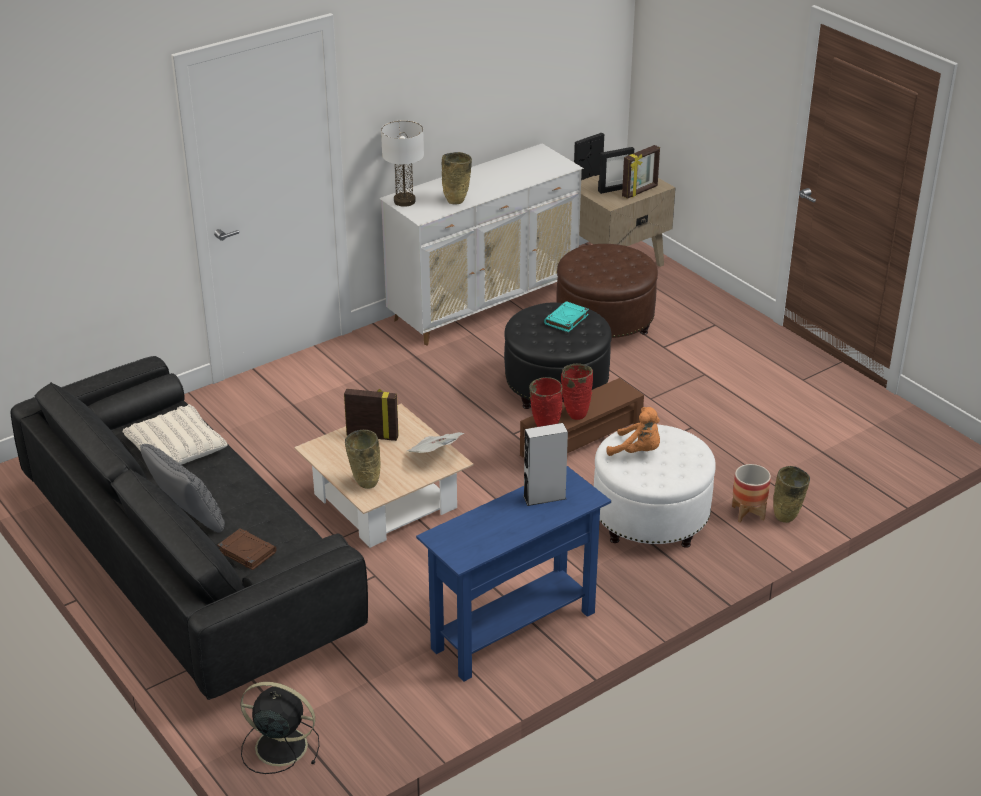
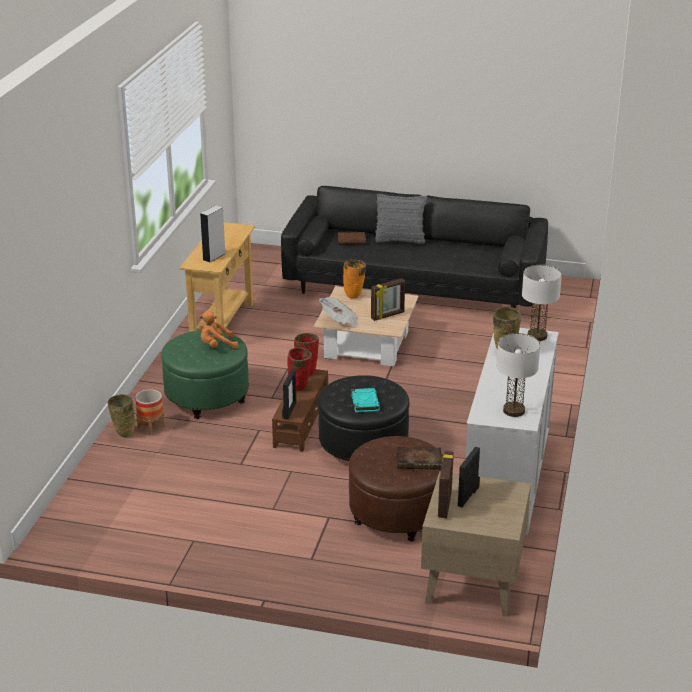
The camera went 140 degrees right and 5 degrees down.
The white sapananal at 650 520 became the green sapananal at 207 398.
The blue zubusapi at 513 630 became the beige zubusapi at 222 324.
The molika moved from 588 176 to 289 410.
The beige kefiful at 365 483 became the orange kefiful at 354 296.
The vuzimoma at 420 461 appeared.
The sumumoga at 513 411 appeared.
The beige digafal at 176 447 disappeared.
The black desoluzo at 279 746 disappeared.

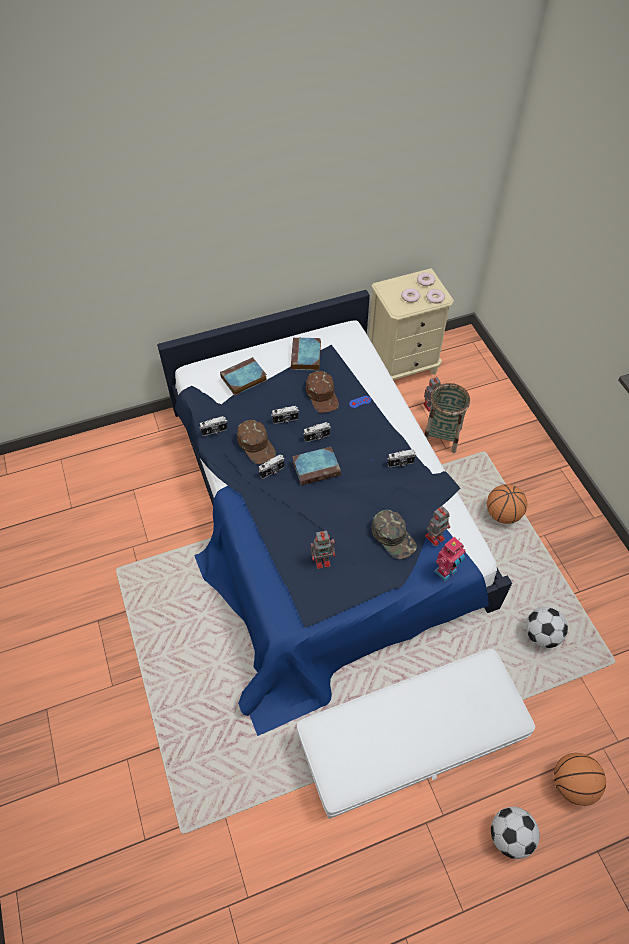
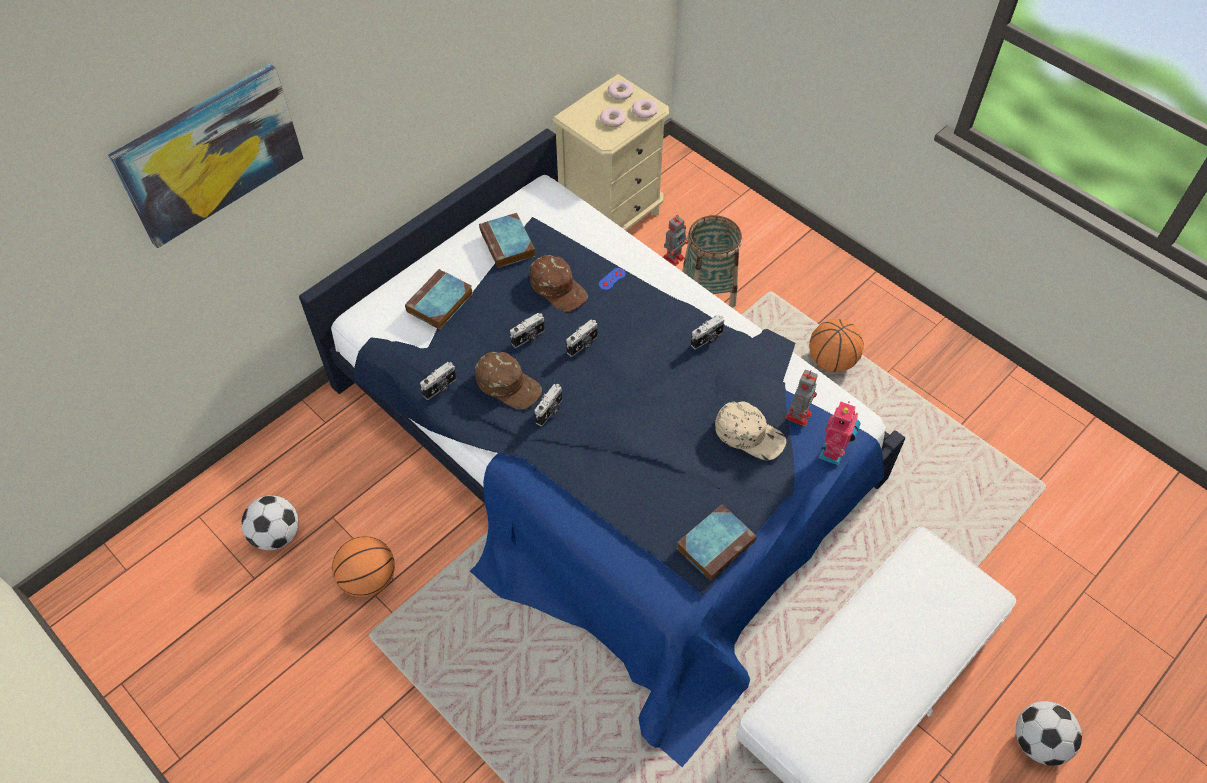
The camera went 25 degrees left and 0 degrees up.
The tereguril at 210 154 appeared.
The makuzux moved from 541 634 to 276 535.
The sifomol moved from 572 784 to 368 579.
The vuzimoma moved from 317 467 to 716 543.
The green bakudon at 393 536 became the beige bakudon at 750 434.
The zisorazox at 323 560 disappeared.

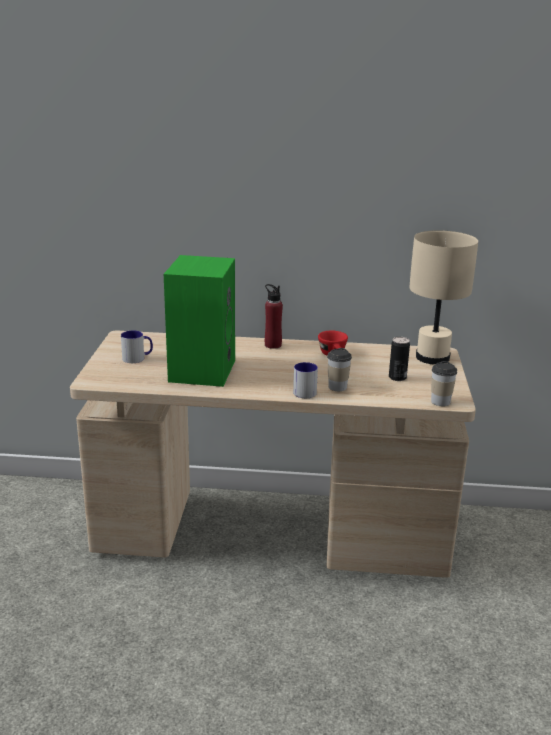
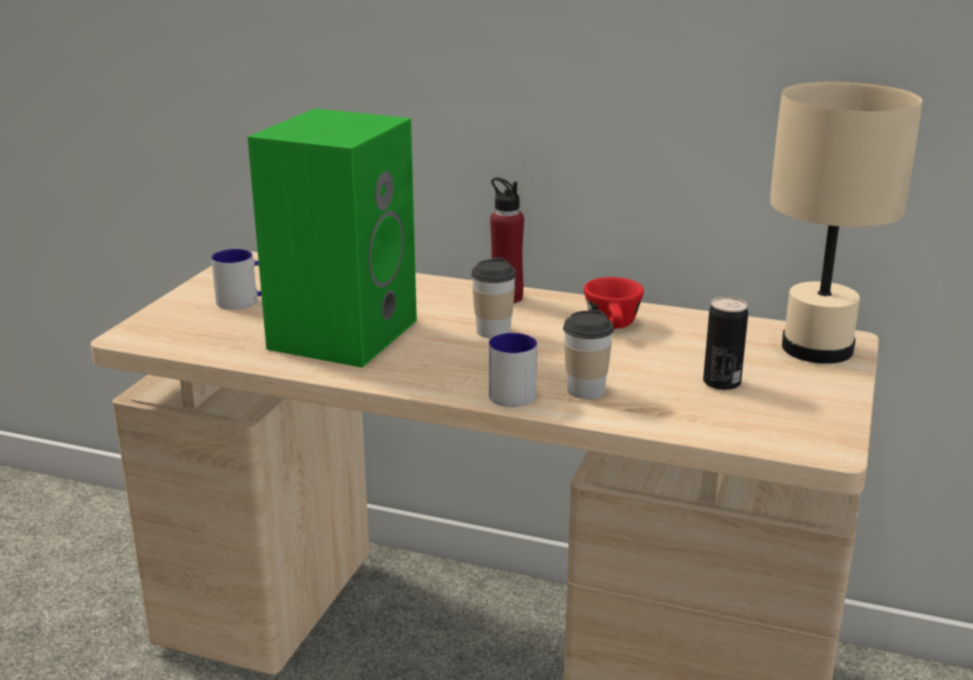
The camera went 15 degrees right and 0 degrees up.
The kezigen moved from 440 402 to 493 331.

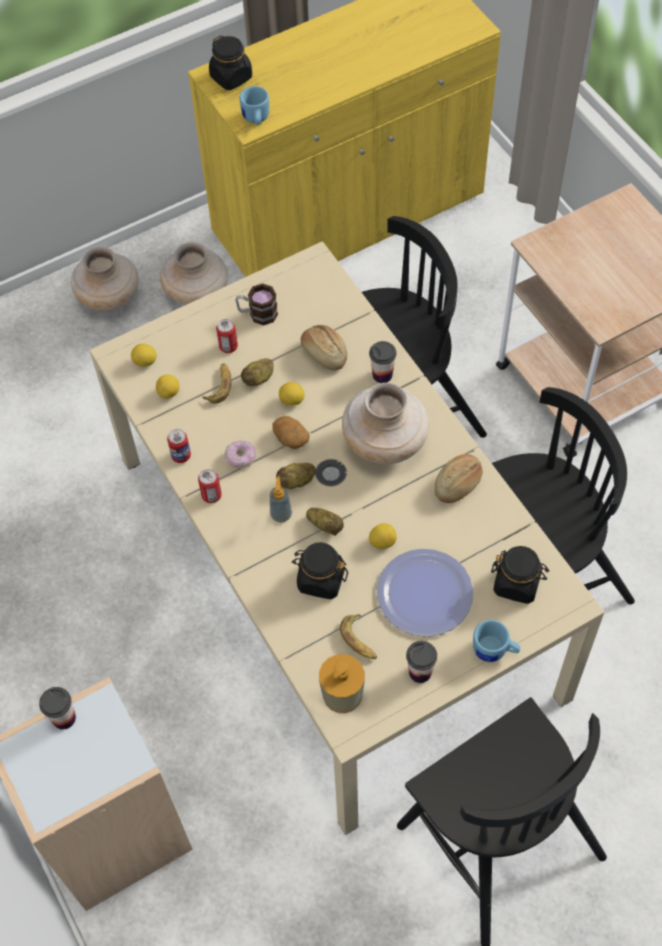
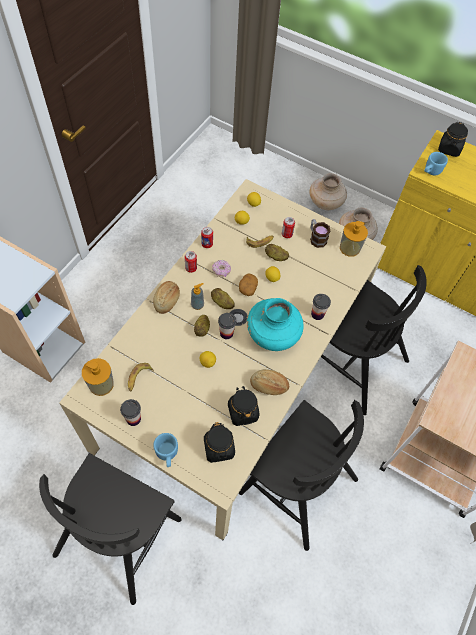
The camera went 55 degrees right and 0 degrees up.
The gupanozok moved from 324 353 to 167 300.
The kezigen moved from 64 718 to 226 333.
The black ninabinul moved from 320 580 to 242 412.
The beige kefiful at 385 443 became the turquoise kefiful at 273 335.
The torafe at 349 248 appeared.
The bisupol at 425 593 disappeared.

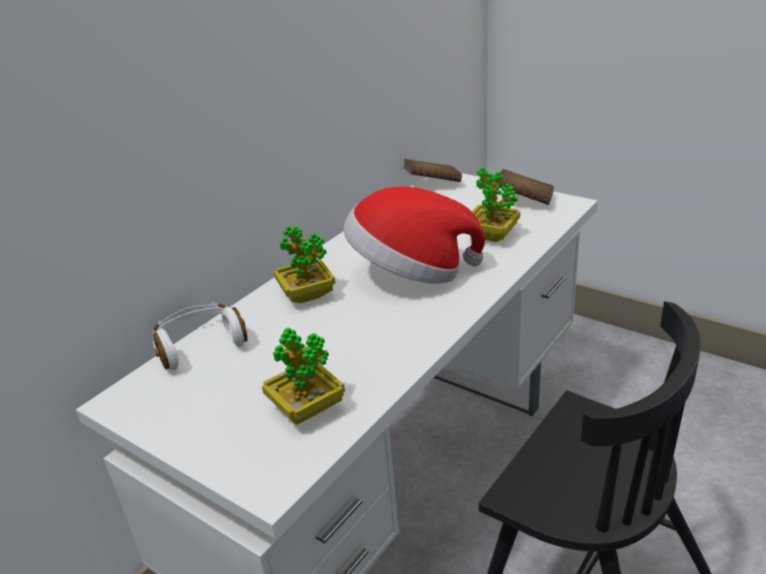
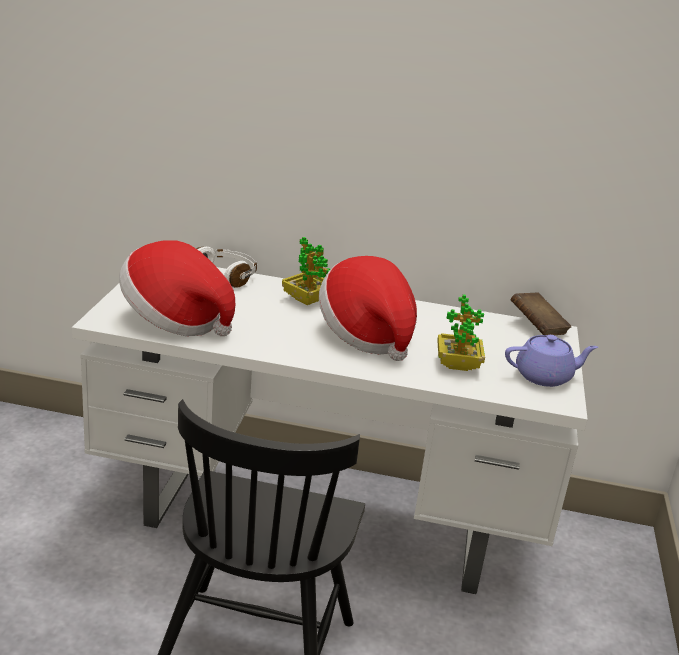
The camera went 60 degrees right and 5 degrees down.
The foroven at 306 409 was replaced by the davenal at 175 320.
The brown vuzimoma at 524 201 was replaced by the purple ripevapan at 544 376.

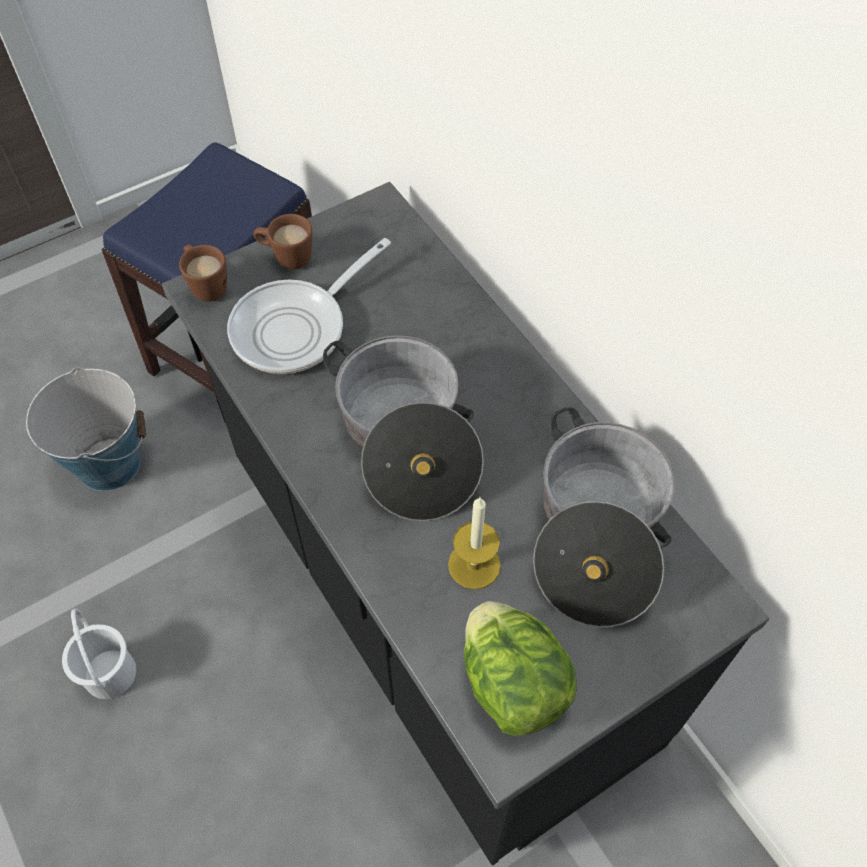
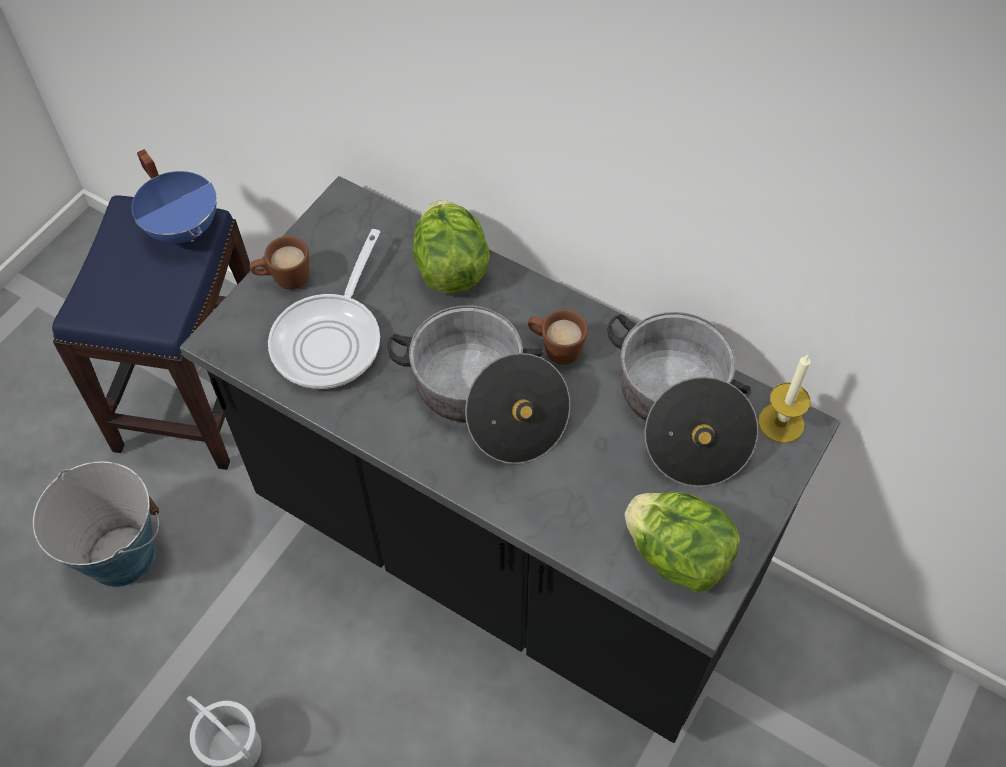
The camera went 25 degrees left and 0 degrees up.
The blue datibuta at 184 228 appeared.
The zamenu at 450 268 appeared.
The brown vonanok moved from 206 285 to 555 348.
The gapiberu moved from 474 565 to 781 423.

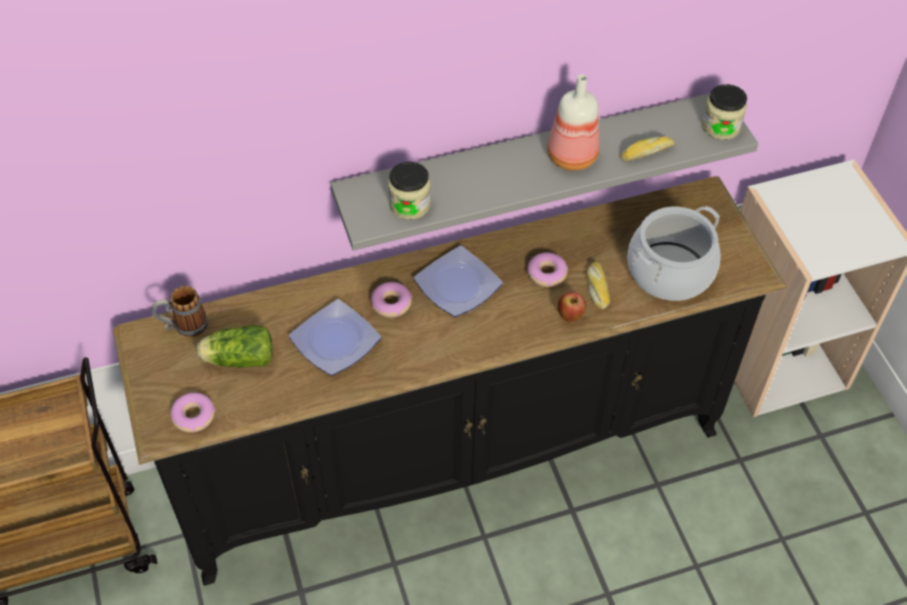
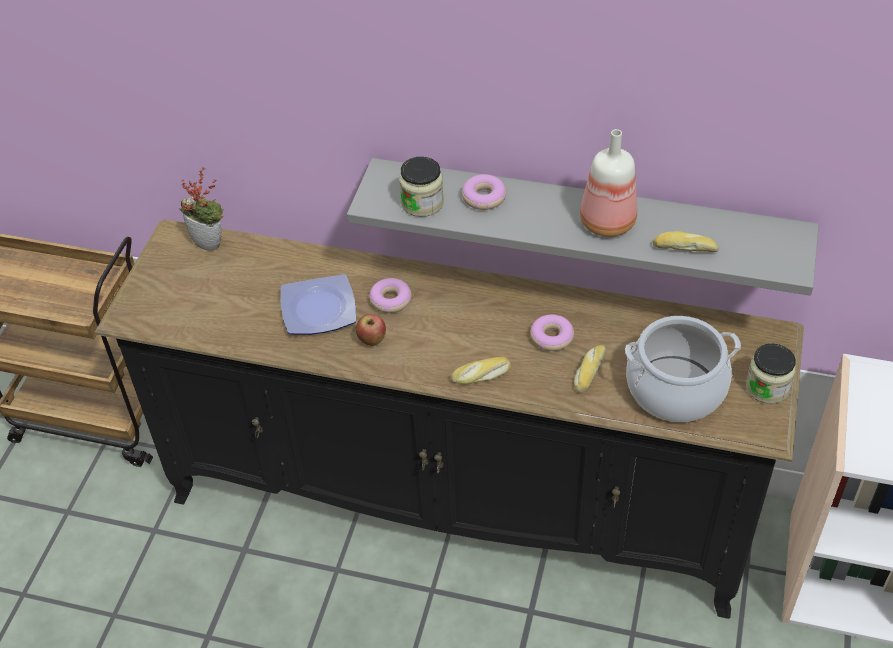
The camera went 35 degrees right and 5 degrees down.
The vonanok at 184 326 was replaced by the foroven at 211 242.
The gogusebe moved from 570 316 to 372 341.
The gupanozok at 481 376 appeared.
The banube moved from 193 416 to 484 197.
The ninabinul moved from 720 126 to 767 387.
The zamenu at 237 358 disappeared.
The bisupol at 458 284 disappeared.

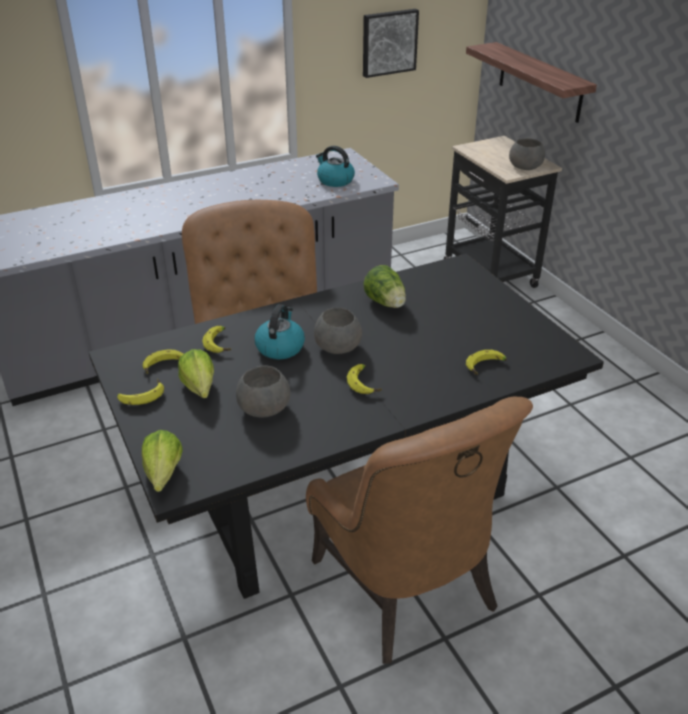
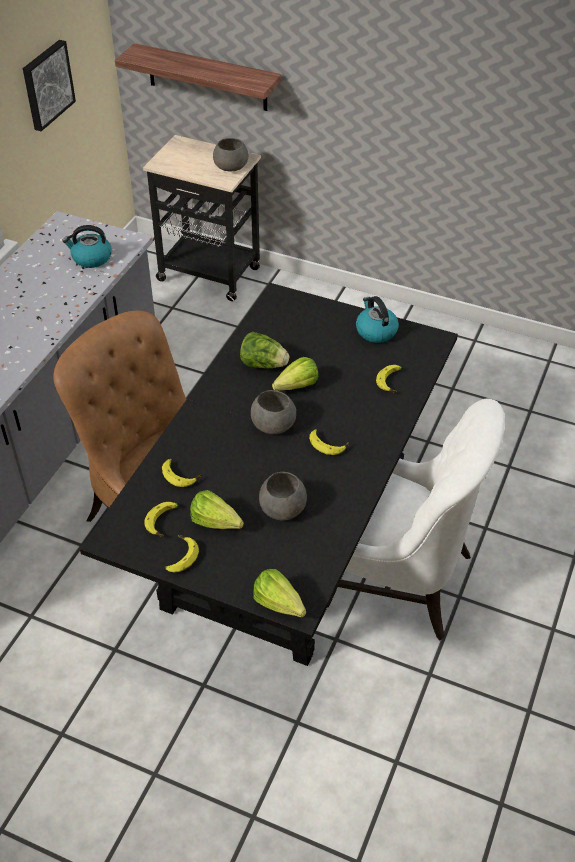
The camera went 40 degrees left and 10 degrees up.
The zamenu at 293 387 appeared.
The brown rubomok at 406 585 became the white rubomok at 402 578.
The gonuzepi moved from 280 347 to 375 331.

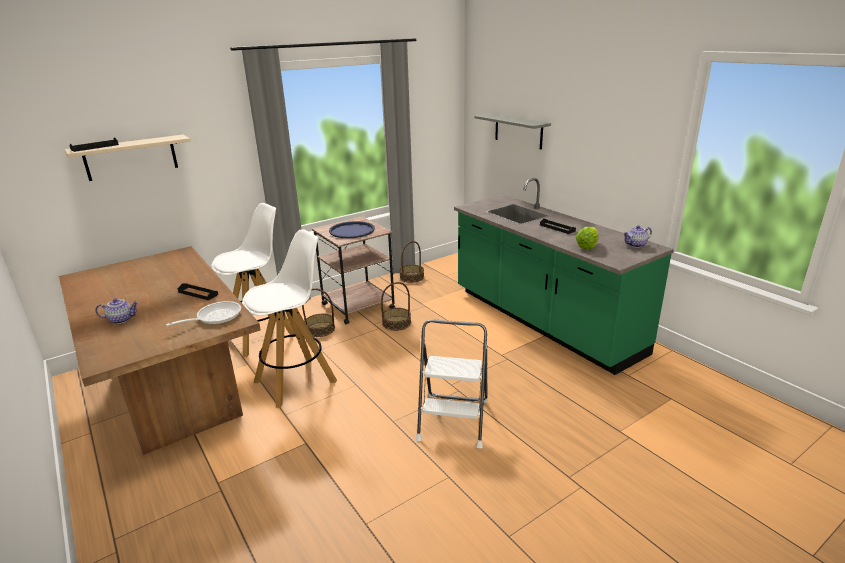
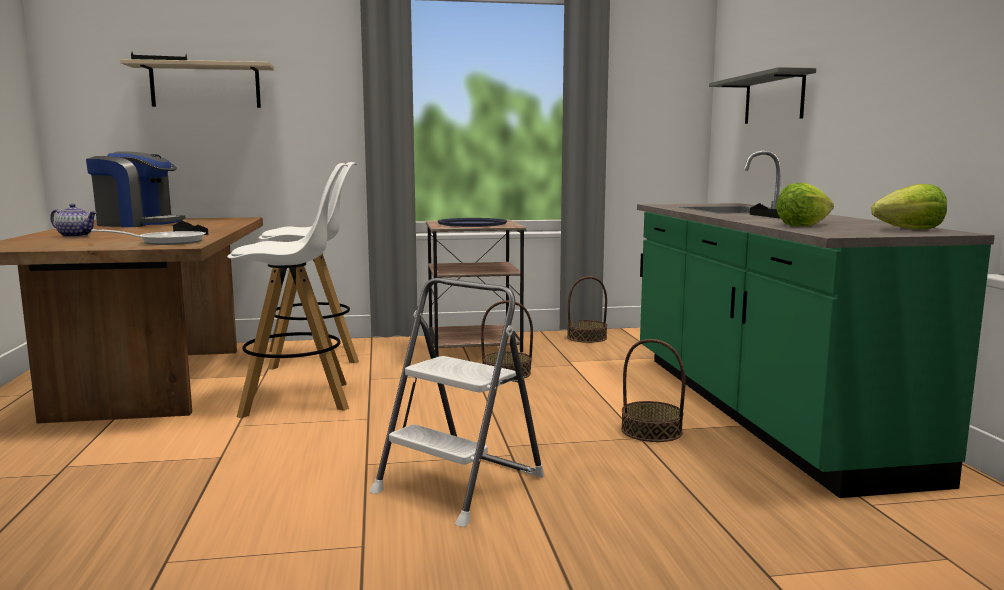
The camera went 25 degrees right and 15 degrees down.
The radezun at 138 224 appeared.
The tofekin moved from 320 329 to 651 431.
The ripevapan at 636 245 was replaced by the zamenu at 910 229.

